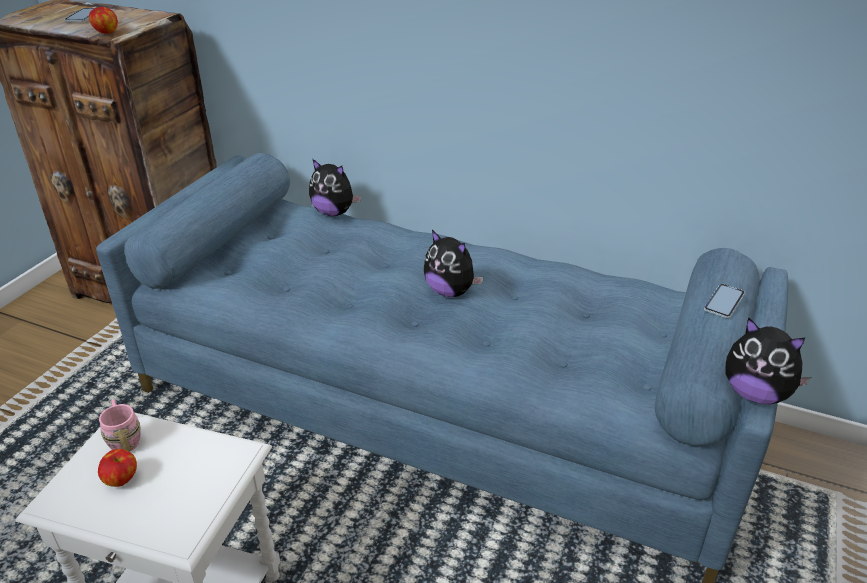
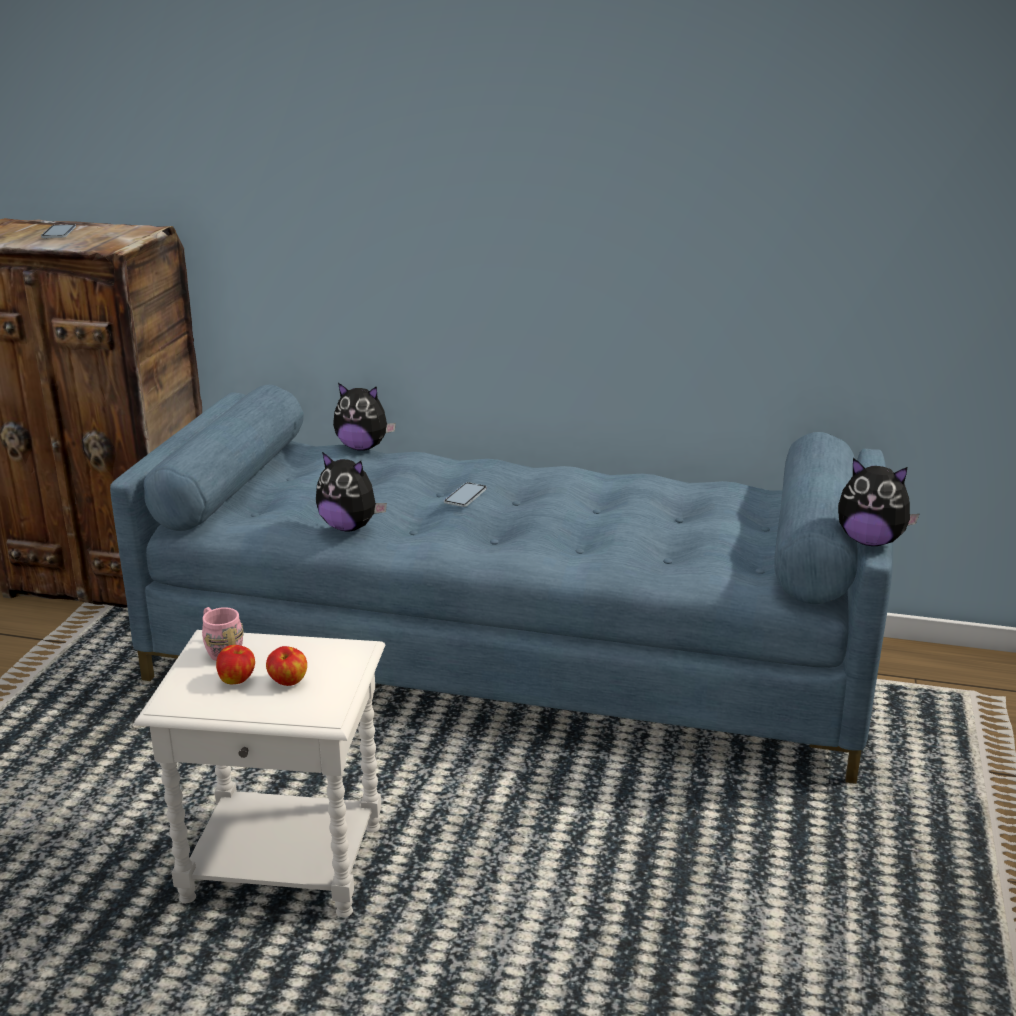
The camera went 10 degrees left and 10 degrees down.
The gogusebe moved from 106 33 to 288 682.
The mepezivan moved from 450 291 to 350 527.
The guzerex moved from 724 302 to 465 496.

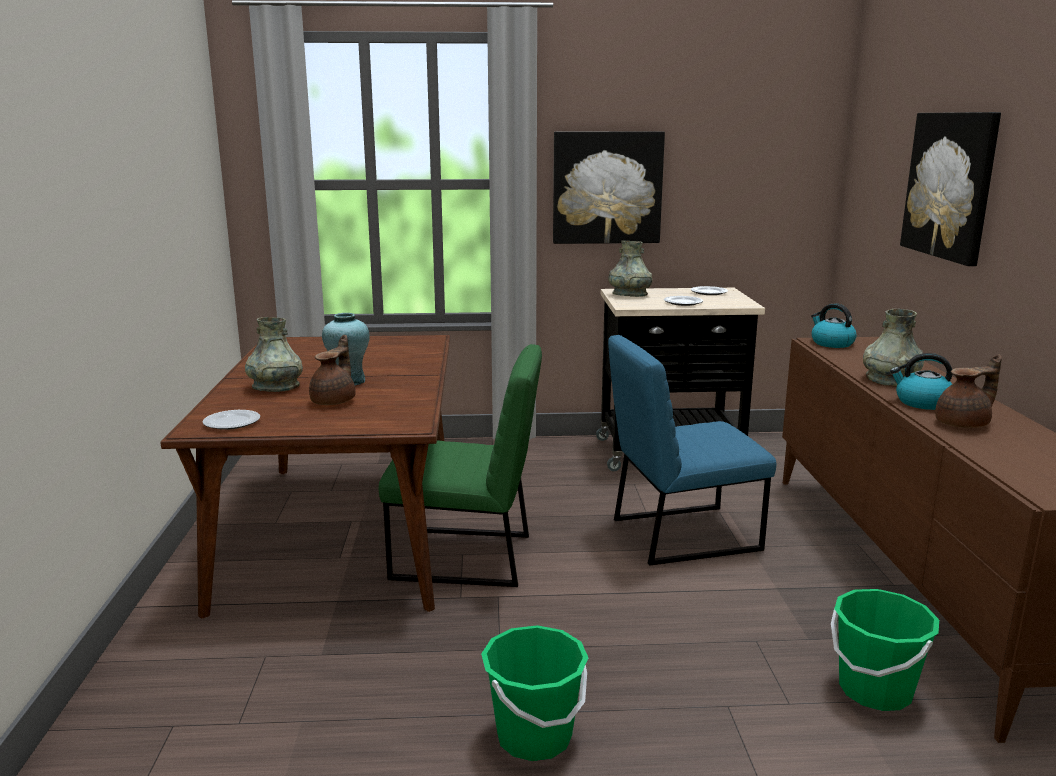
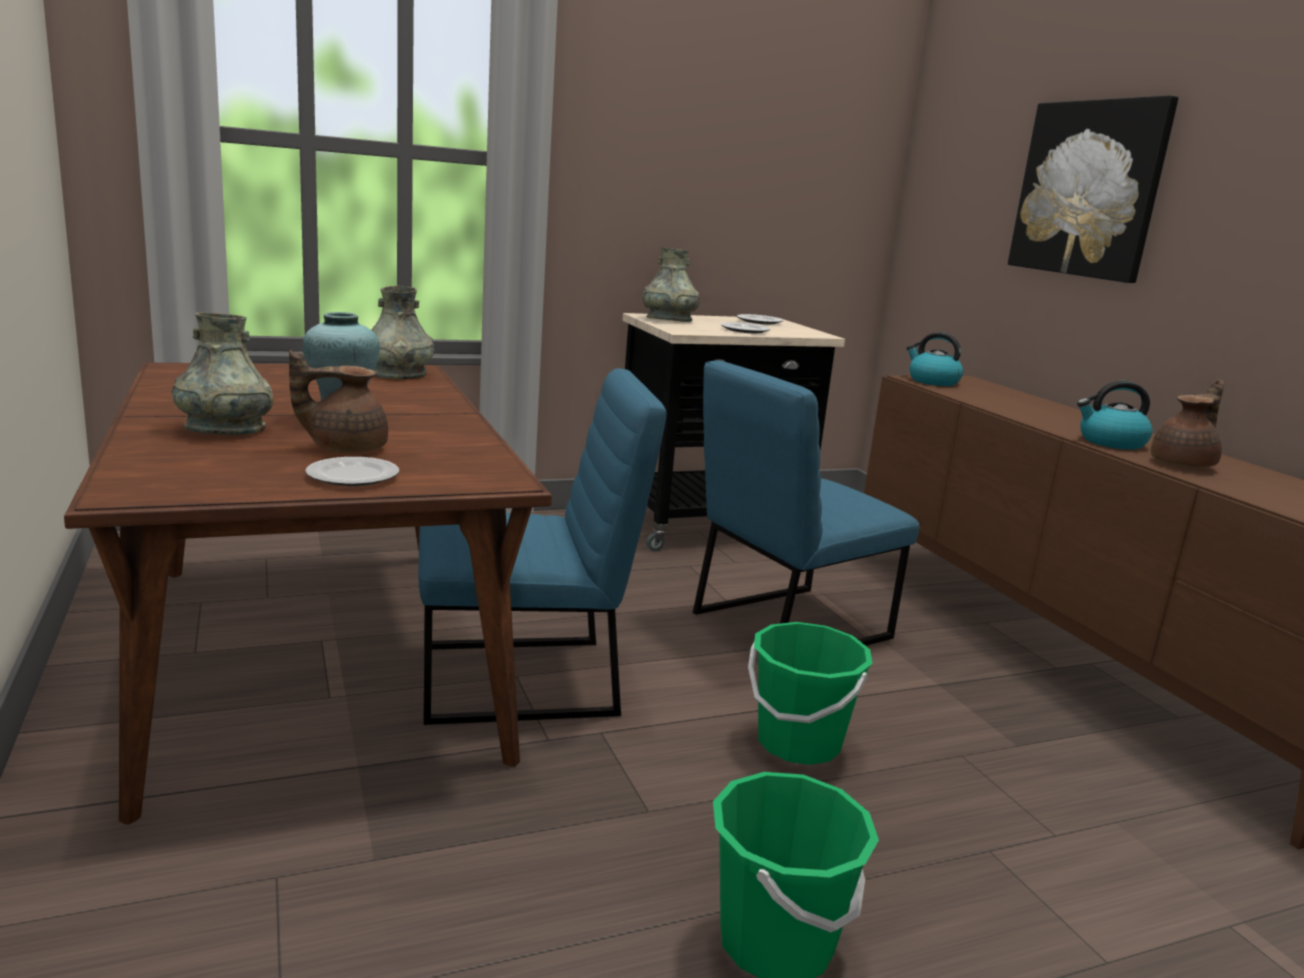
The camera went 20 degrees left and 0 degrees up.
The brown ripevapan at 335 401 turned 105 degrees counterclockwise.
The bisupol moved from 232 422 to 353 476.
The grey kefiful moved from 890 379 to 398 373.
The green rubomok at 466 557 became the blue rubomok at 525 680.
The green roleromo moved from 874 690 to 798 743.
The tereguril at 607 188 disappeared.

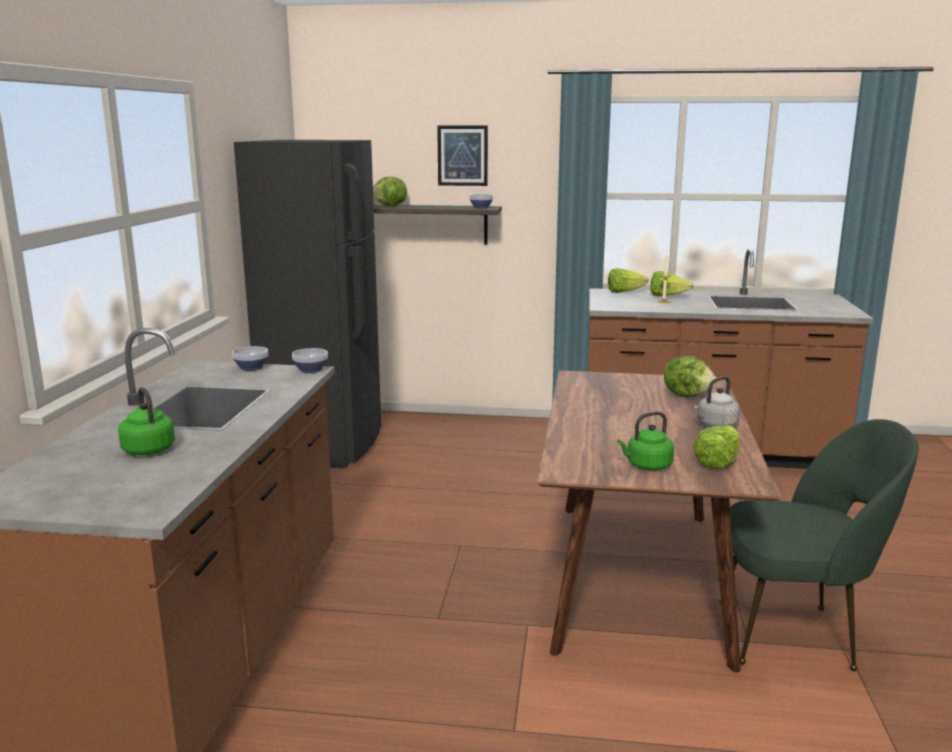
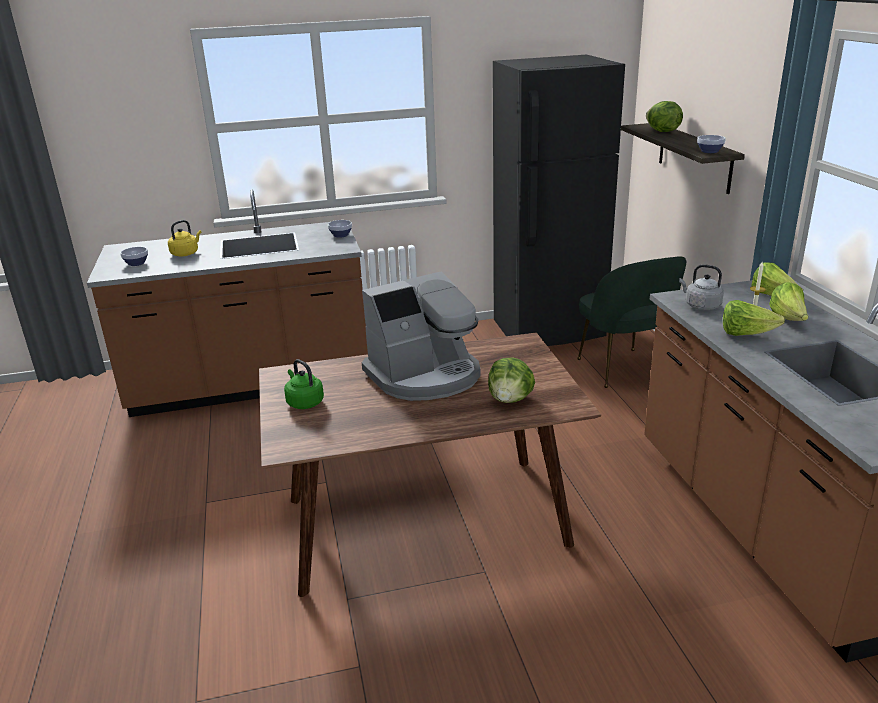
The camera went 70 degrees right and 10 degrees up.
The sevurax moved from 311 370 to 136 263.
The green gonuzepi at 148 449 became the yellow gonuzepi at 186 253.
The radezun at 425 376 appeared.
The green rubomok moved from 797 636 to 623 372.
The grey gonuzepi moved from 715 425 to 700 306.
The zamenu moved from 717 462 to 745 334.
The tereguril at 462 155 disappeared.

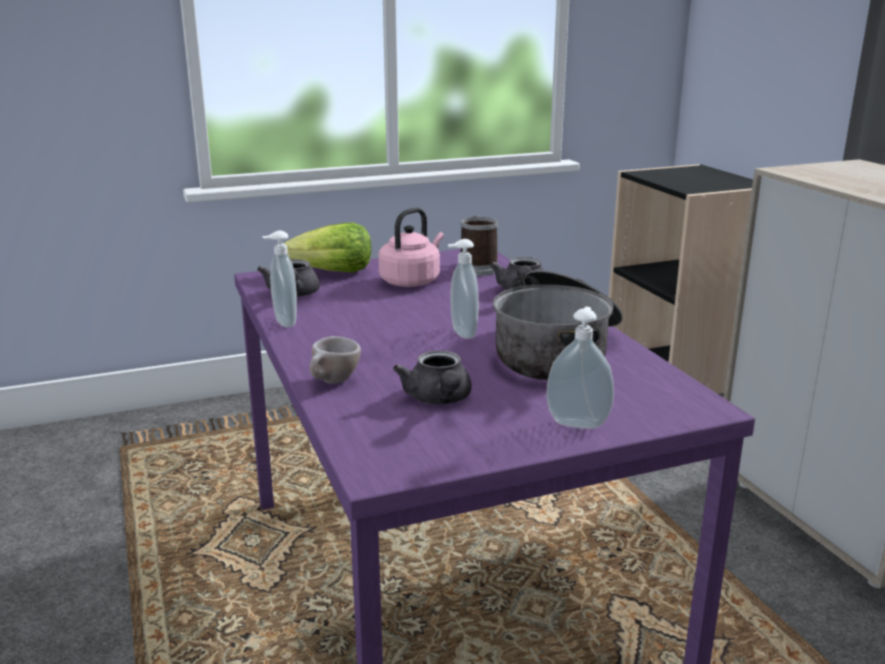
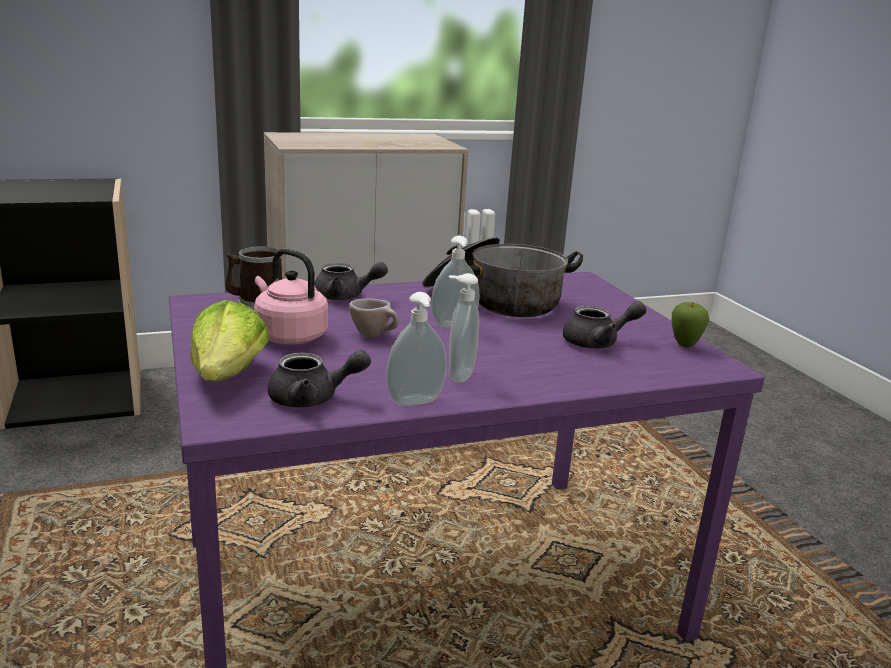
The camera went 90 degrees left and 0 degrees up.
The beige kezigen moved from 333 383 to 375 336.
The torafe moved from 578 422 to 458 375.
The gogusebe at 684 346 appeared.

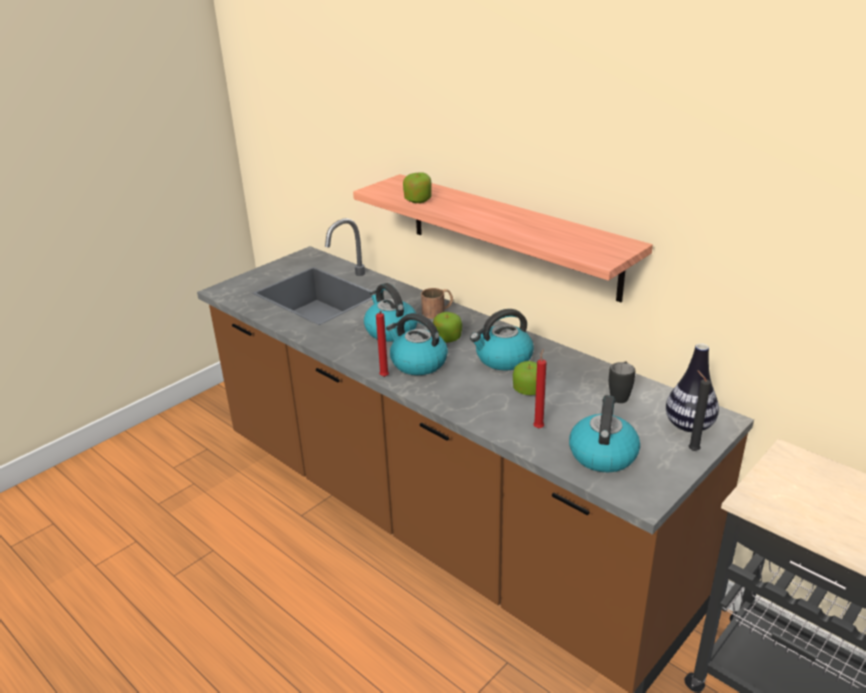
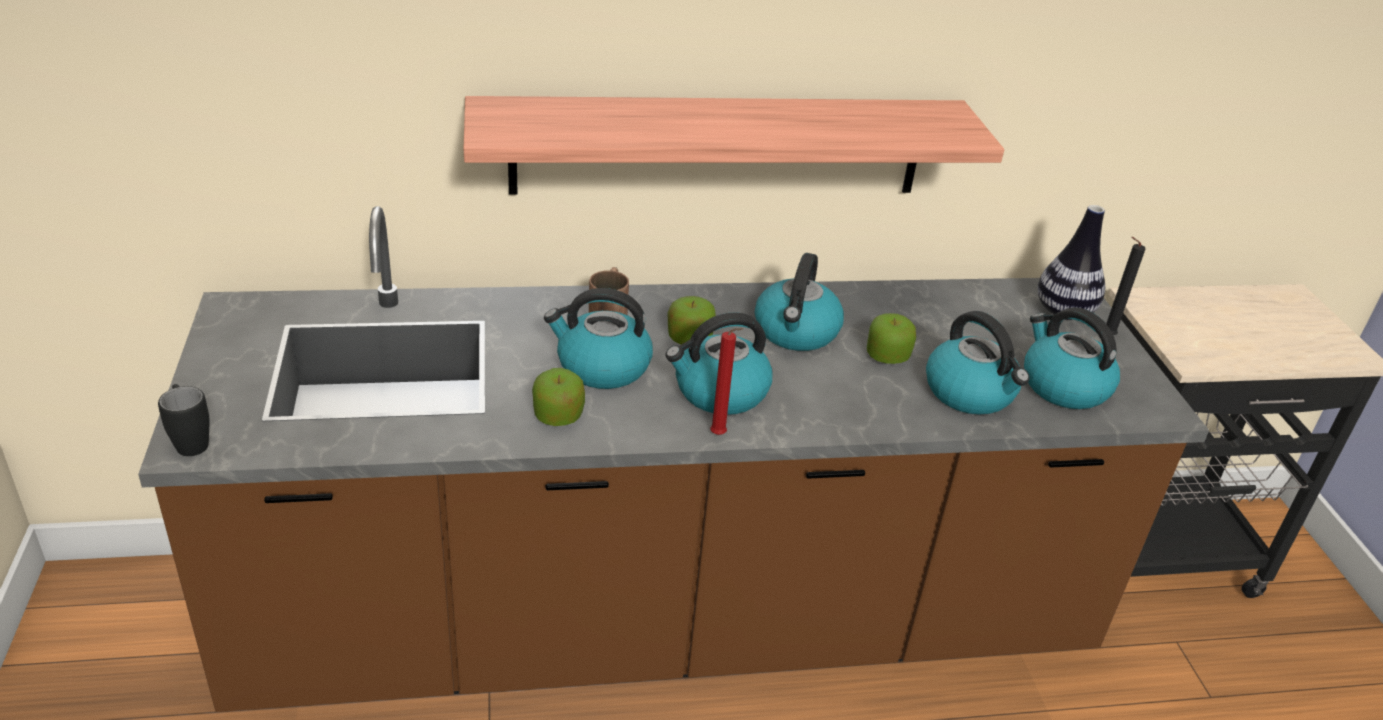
The camera went 55 degrees left and 5 degrees up.
The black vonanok moved from 620 395 to 190 440.
The gogusebe moved from 418 200 to 558 416.
The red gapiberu at 539 427 was replaced by the gonuzepi at 971 393.

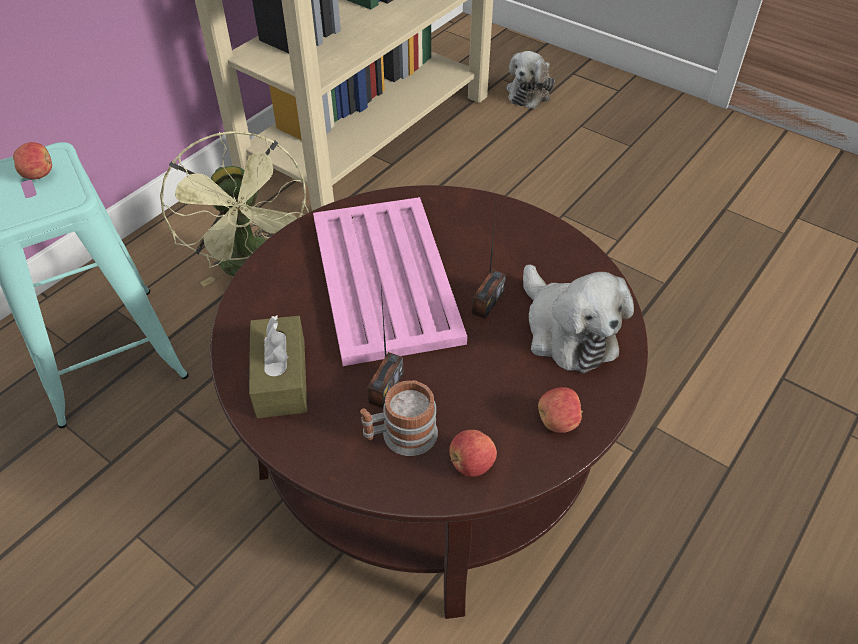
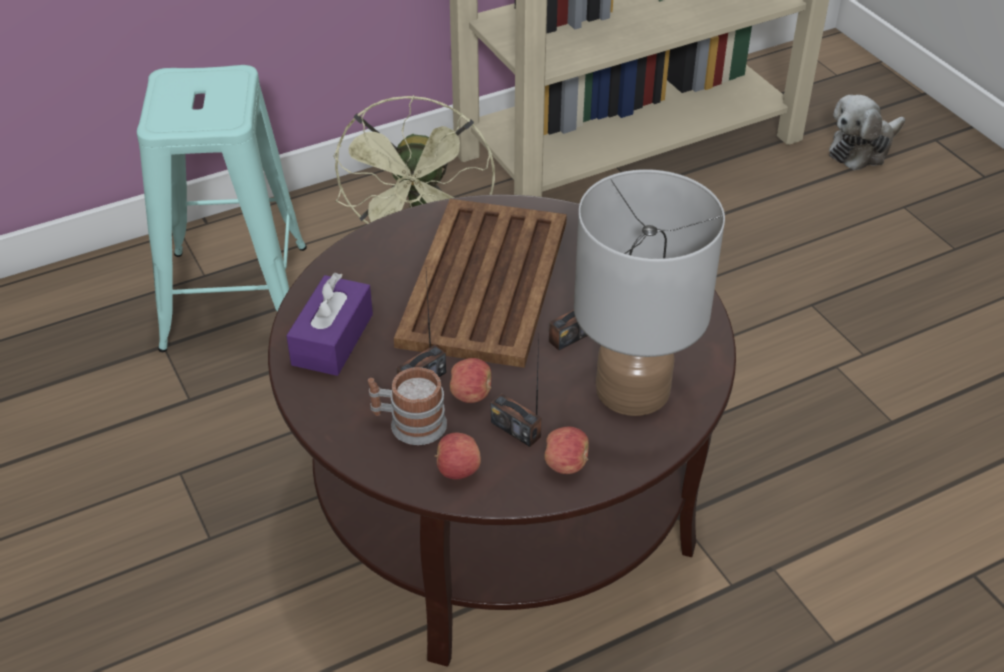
The camera went 25 degrees right and 5 degrees down.
The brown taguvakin at 281 378 became the purple taguvakin at 332 339.
The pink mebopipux at 384 280 became the brown mebopipux at 483 283.
The gogusebe moved from 39 174 to 471 395.
The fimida at 516 429 appeared.
The mepezivan at 566 331 was replaced by the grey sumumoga at 634 389.

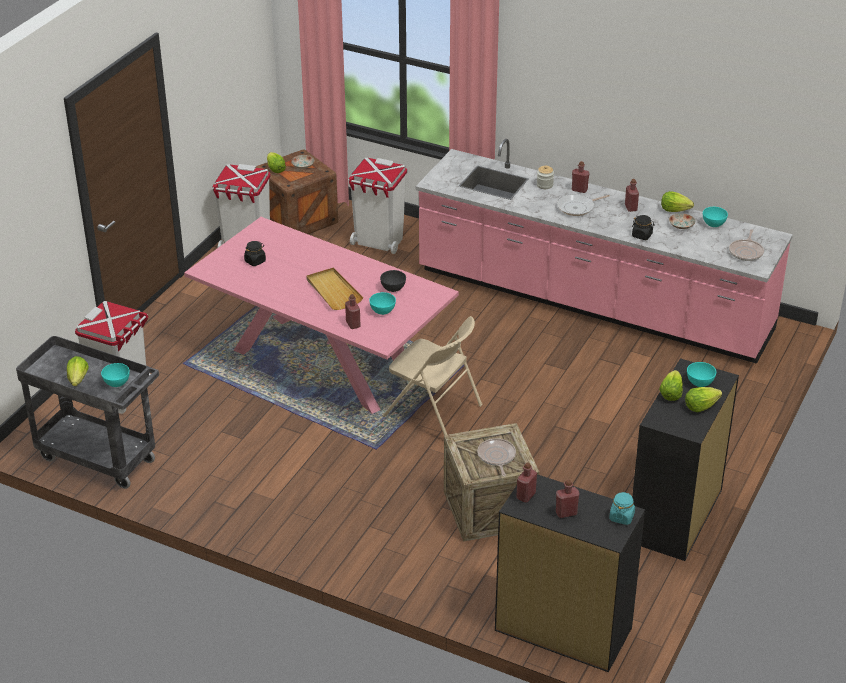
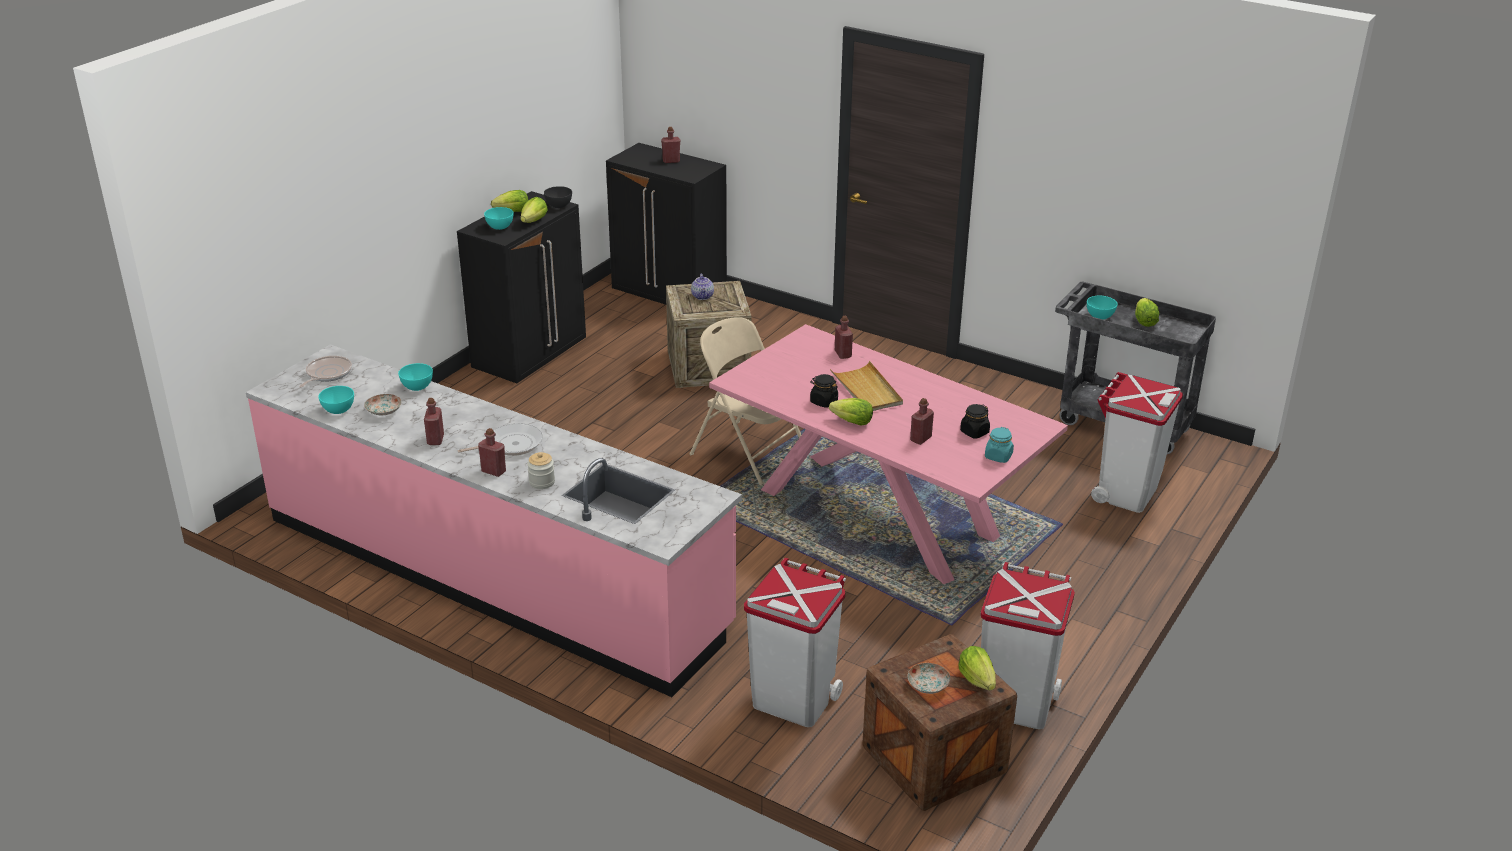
The camera went 175 degrees left and 5 degrees down.
The turquoise sevurax moved from 383 311 to 417 387.
The grey sevurax moved from 393 288 to 559 205.
The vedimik at 496 457 was replaced by the ripevapan at 703 296.
The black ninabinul moved from 642 235 to 823 402.
The zamenu moved from 674 210 to 852 422.
The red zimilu moved from 526 496 to 920 439.
The turquoise ninabinul moved from 621 517 to 998 456.

